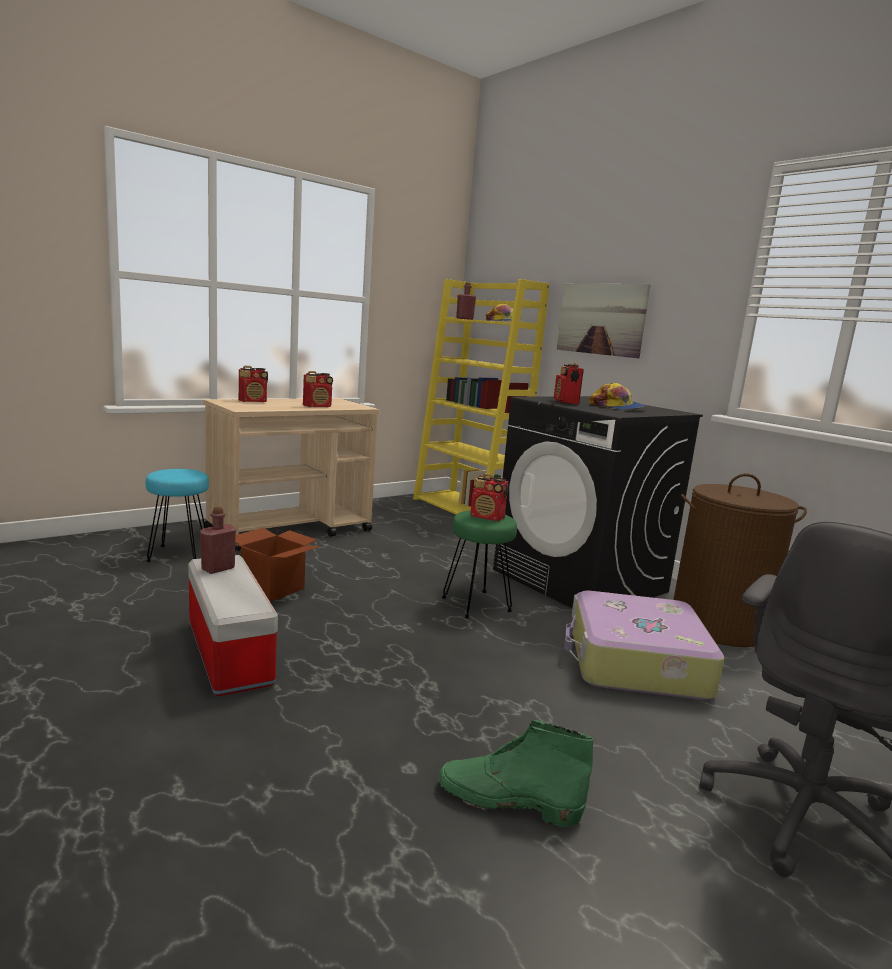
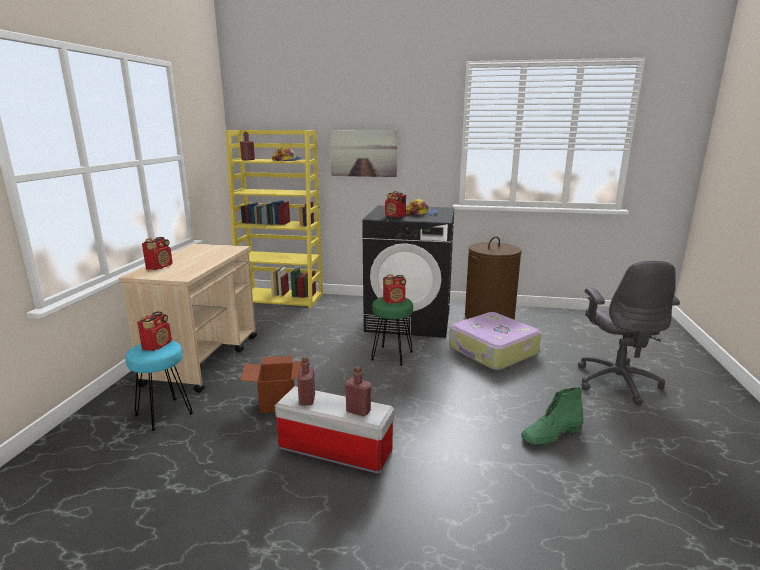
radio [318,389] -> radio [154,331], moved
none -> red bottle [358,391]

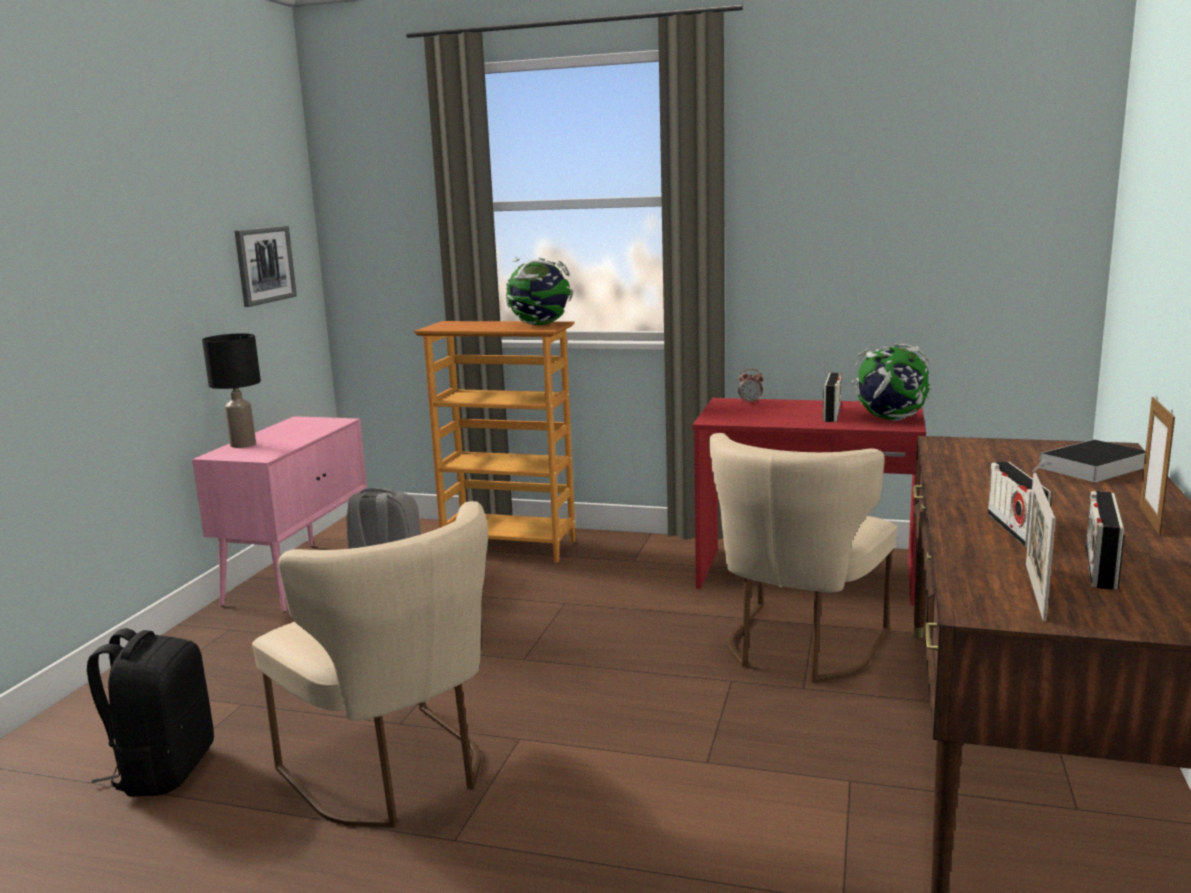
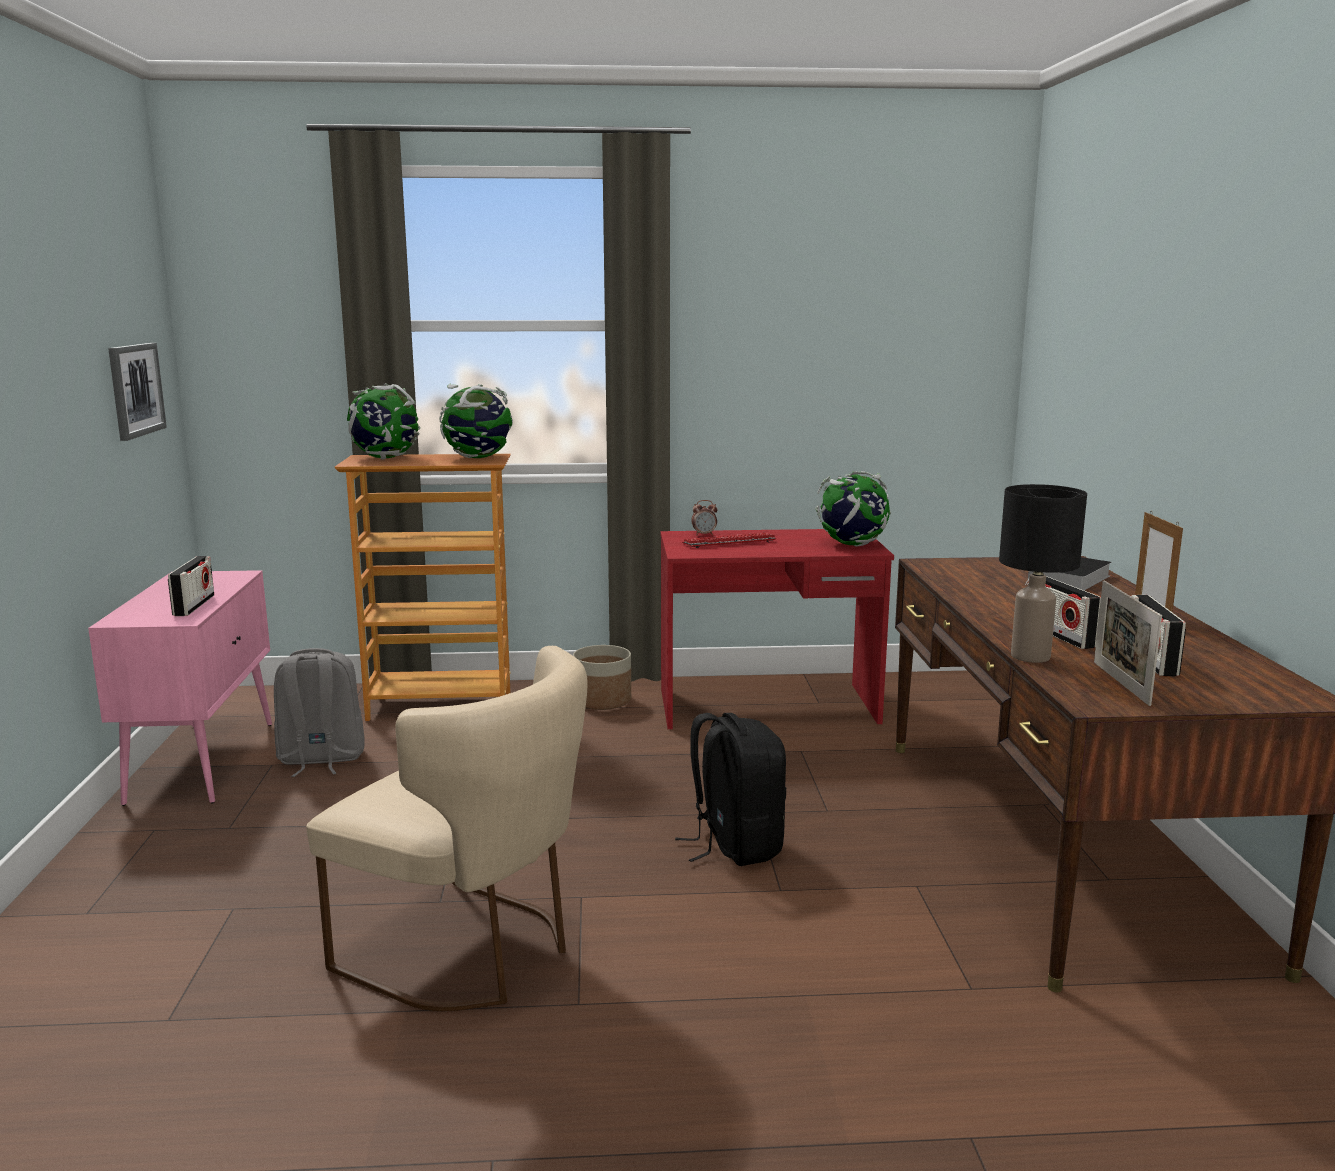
black table lamp [231,390] -> black table lamp [1043,573], moved
radio [832,397] -> radio [191,586], moved
beige chair [803,558] -> none
black backpack [150,712] -> black backpack [730,789], moved
none -> globe [383,421]
none -> keyboard [729,540]
none -> planter [602,677]

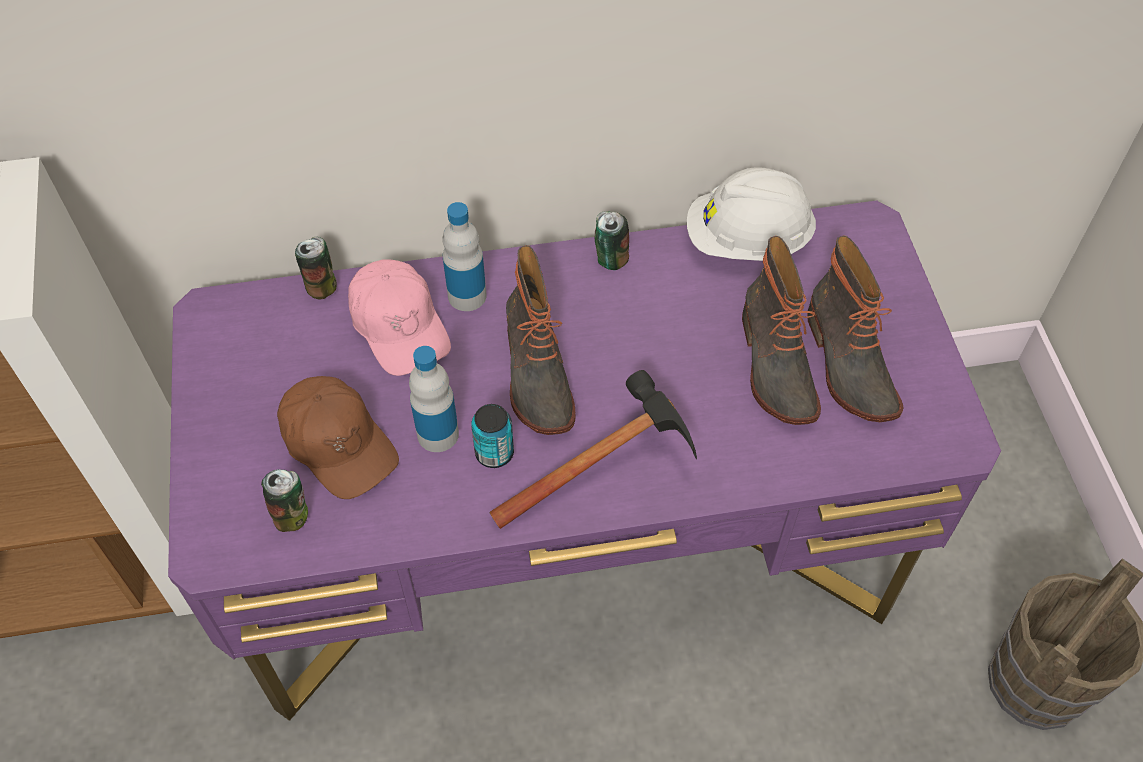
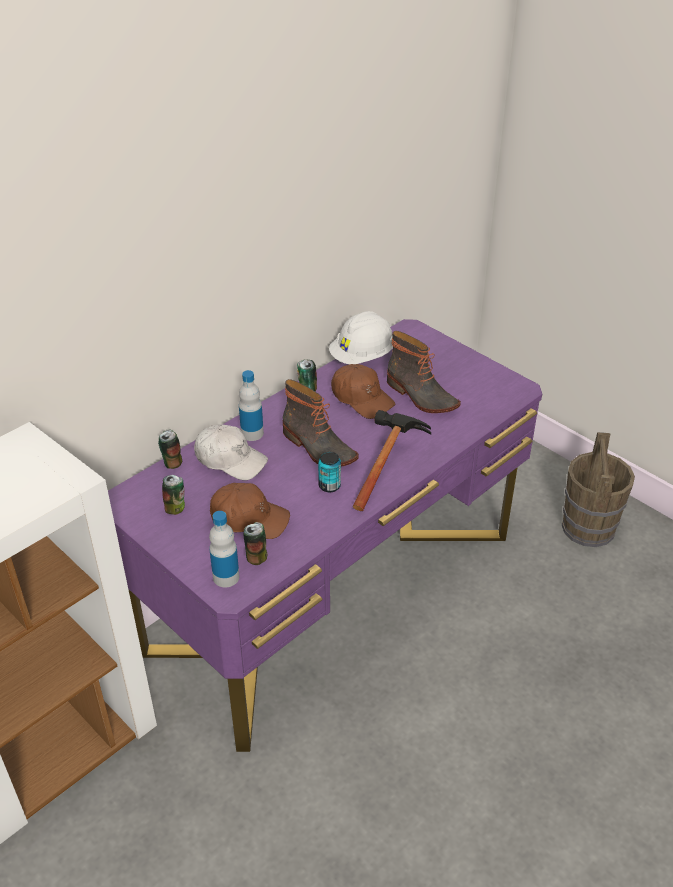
boot [855,329] -> none
pink cap [399,317] -> white cap [231,452]
bottle [434,399] -> bottle [224,549], moved
none -> brown cap [363,391]
none -> can [173,495]

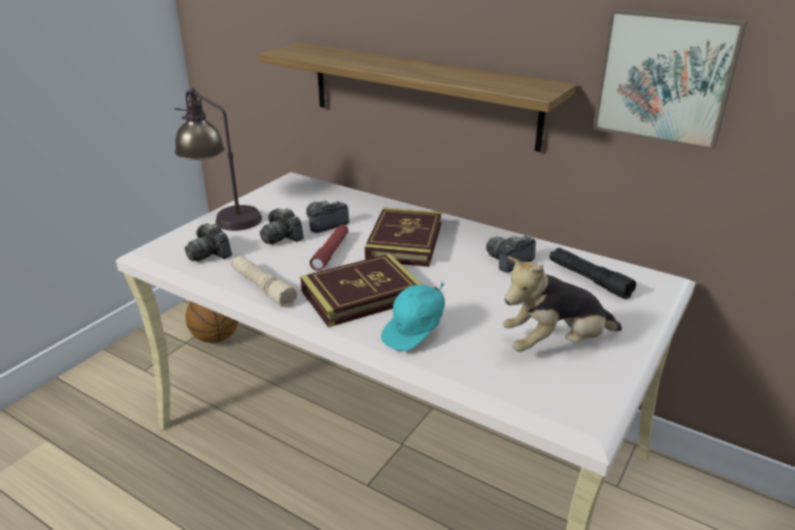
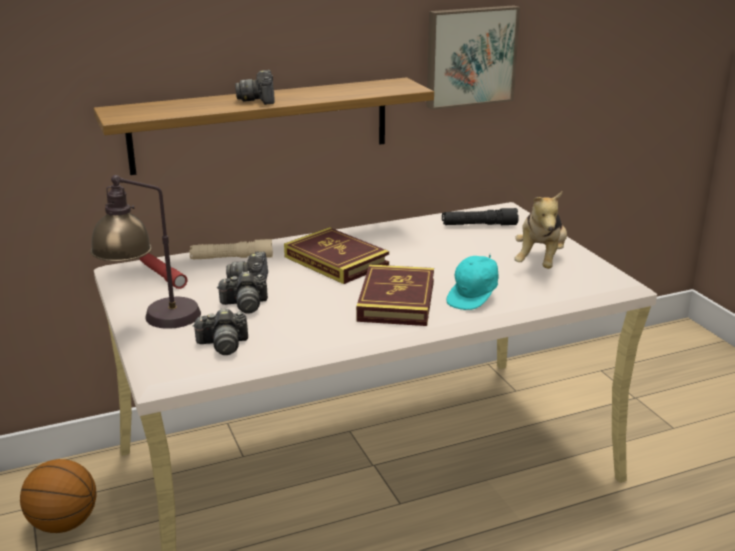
red flashlight [329,247] -> red flashlight [163,271], moved
photo camera [511,254] -> photo camera [255,87], moved
beige flashlight [264,281] -> beige flashlight [231,249], moved
turquoise cap [413,316] -> turquoise cap [472,282], 45 degrees clockwise

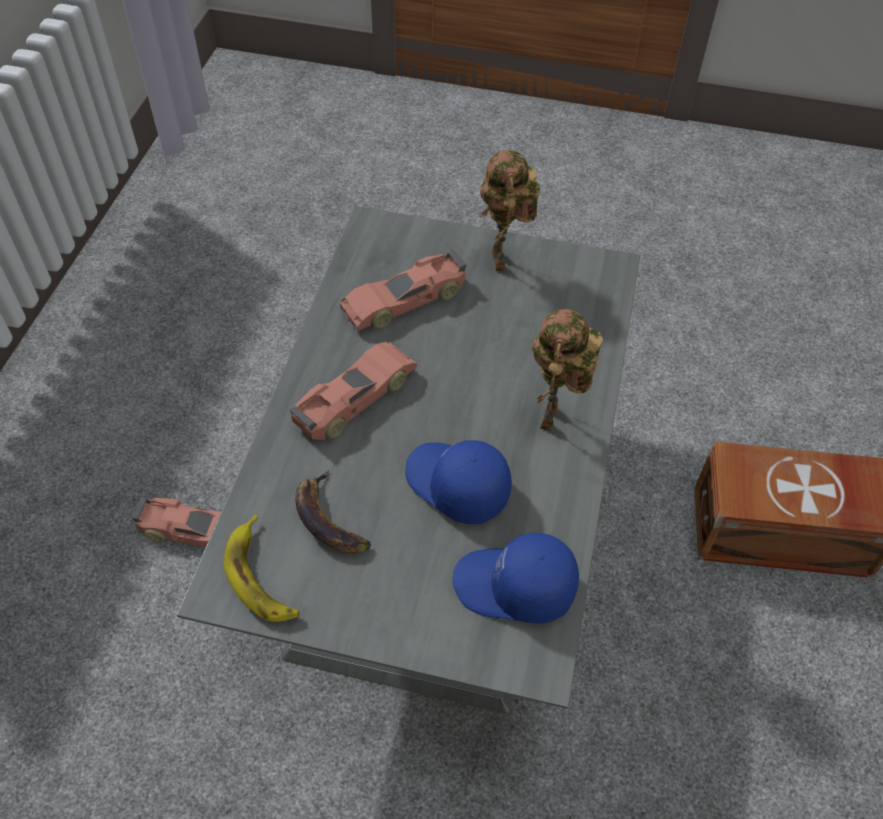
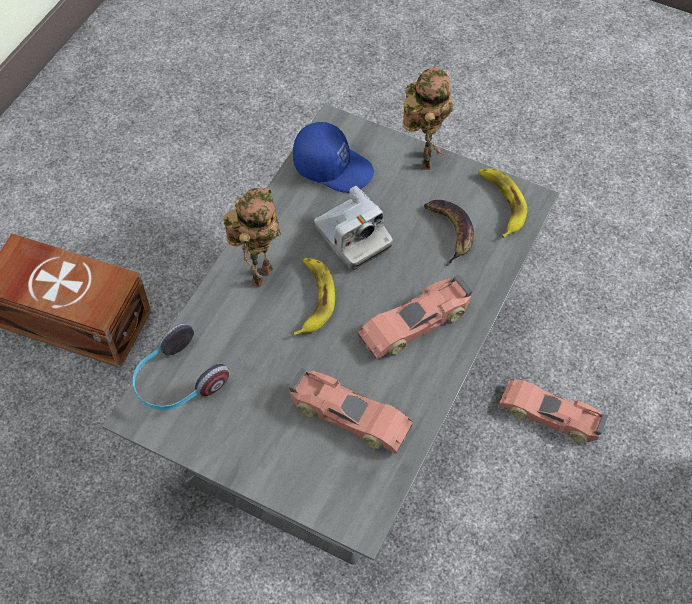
toy robot [510,210] -> toy robot [427,118], moved
toy car [403,290] -> toy car [351,411], 45 degrees clockwise
blue cap [458,482] -> photo camera [353,228]
none -> banana [314,296]
none -> headphones [181,367]

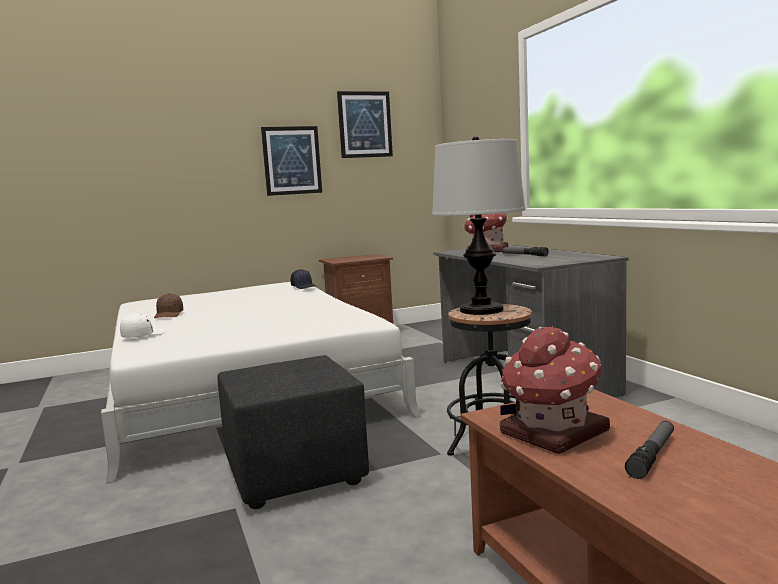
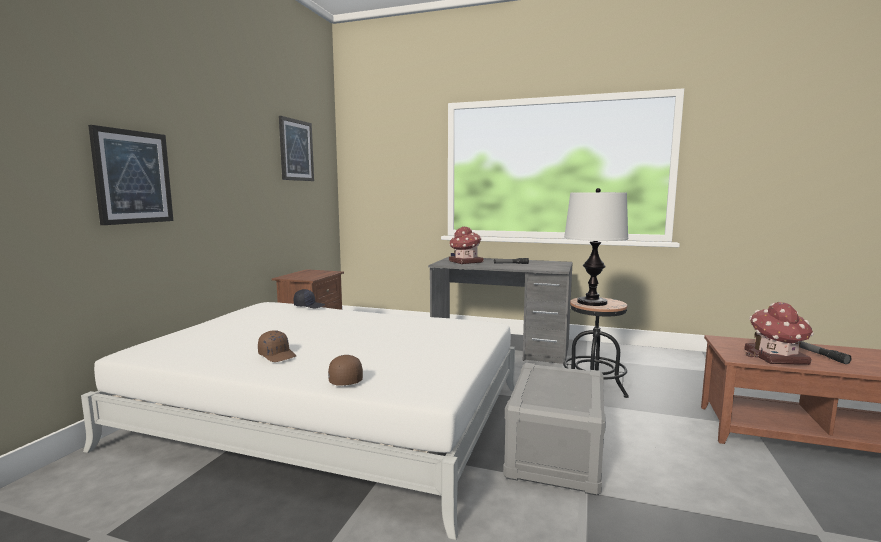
picture [291,161] -> picture [130,175], moved
white cap [142,325] -> brown cap [345,370]
black ottoman [293,432] -> grey storage box [554,429]

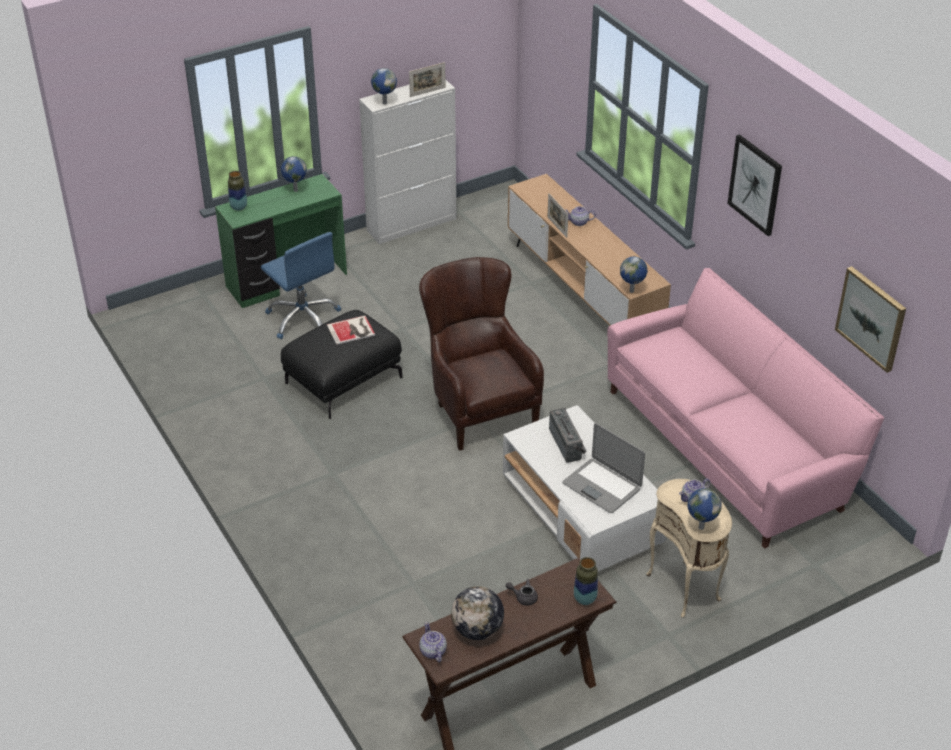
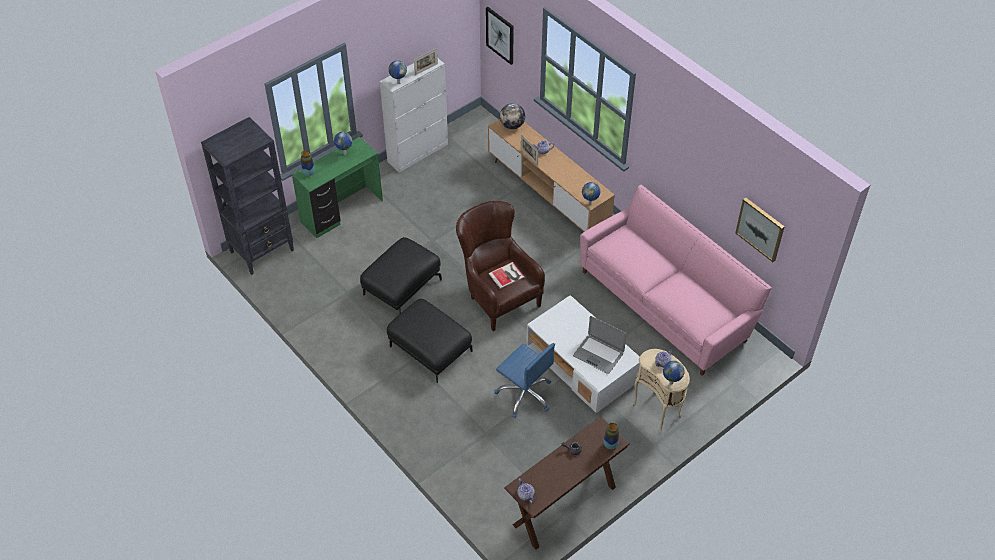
picture [754,185] -> picture [500,36], moved
blue office chair [301,285] -> blue office chair [524,380], moved
book [351,330] -> book [506,275], moved
radio [568,435] -> none
globe [477,613] -> globe [512,116], moved
none -> black bookcase [247,196]
none -> black ottoman [430,341]

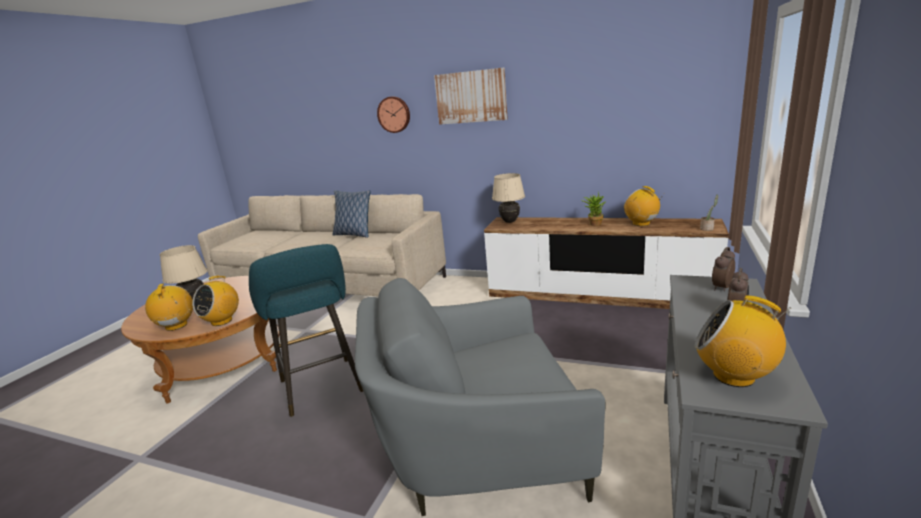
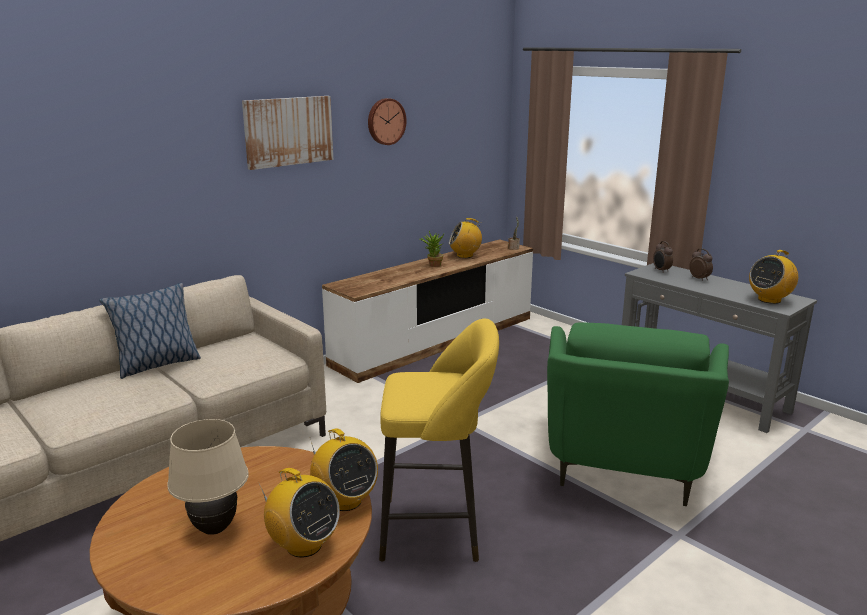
wall clock [393,114] -> wall clock [387,121], moved
beige table lamp [508,198] -> none
turquoise stool [306,330] -> yellow stool [439,440]
grey armchair [480,397] -> green armchair [638,414]
radio [169,307] -> radio [299,513], 150 degrees counterclockwise

